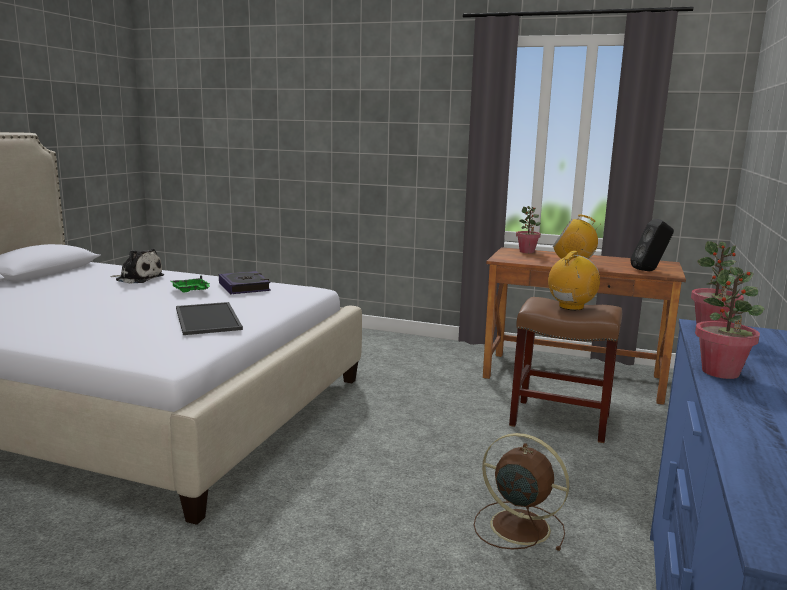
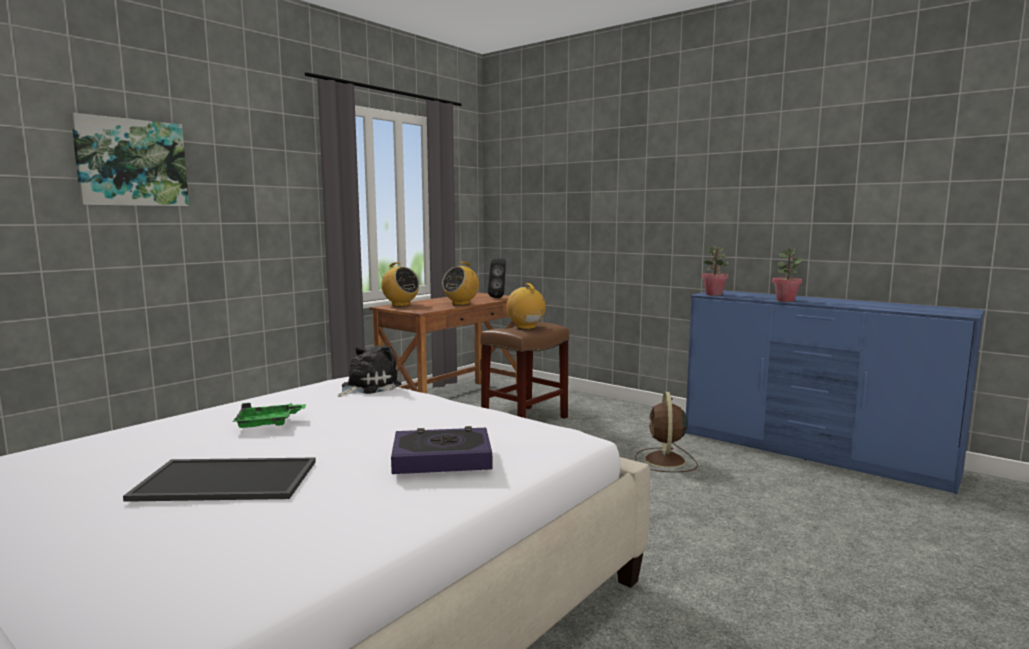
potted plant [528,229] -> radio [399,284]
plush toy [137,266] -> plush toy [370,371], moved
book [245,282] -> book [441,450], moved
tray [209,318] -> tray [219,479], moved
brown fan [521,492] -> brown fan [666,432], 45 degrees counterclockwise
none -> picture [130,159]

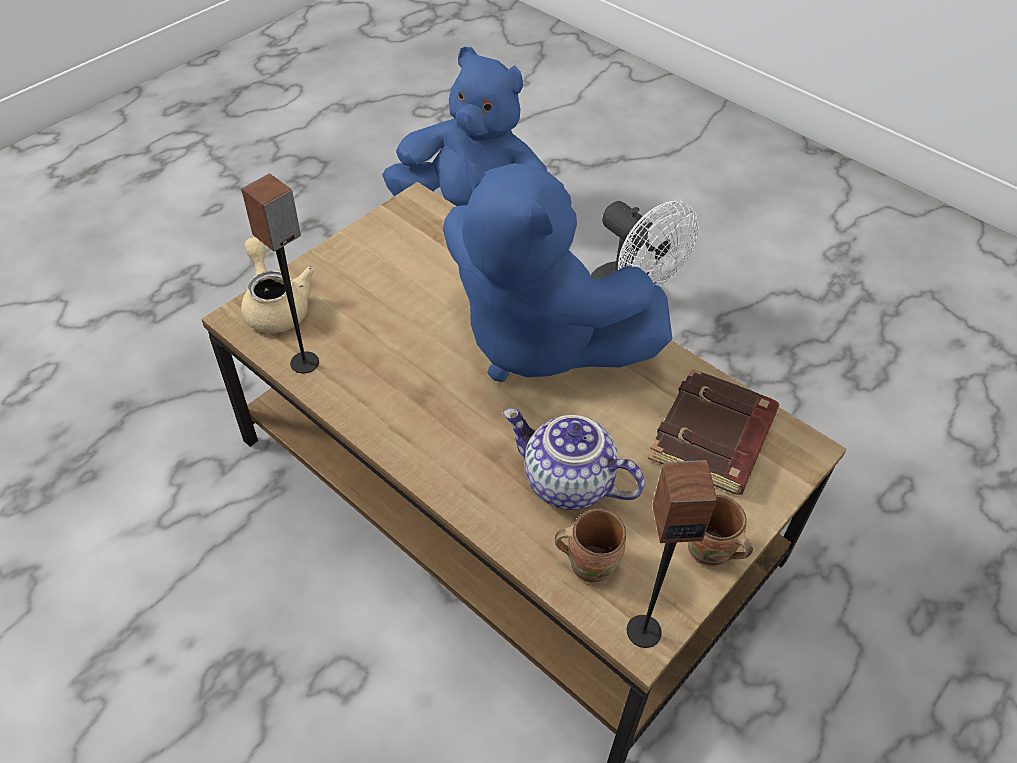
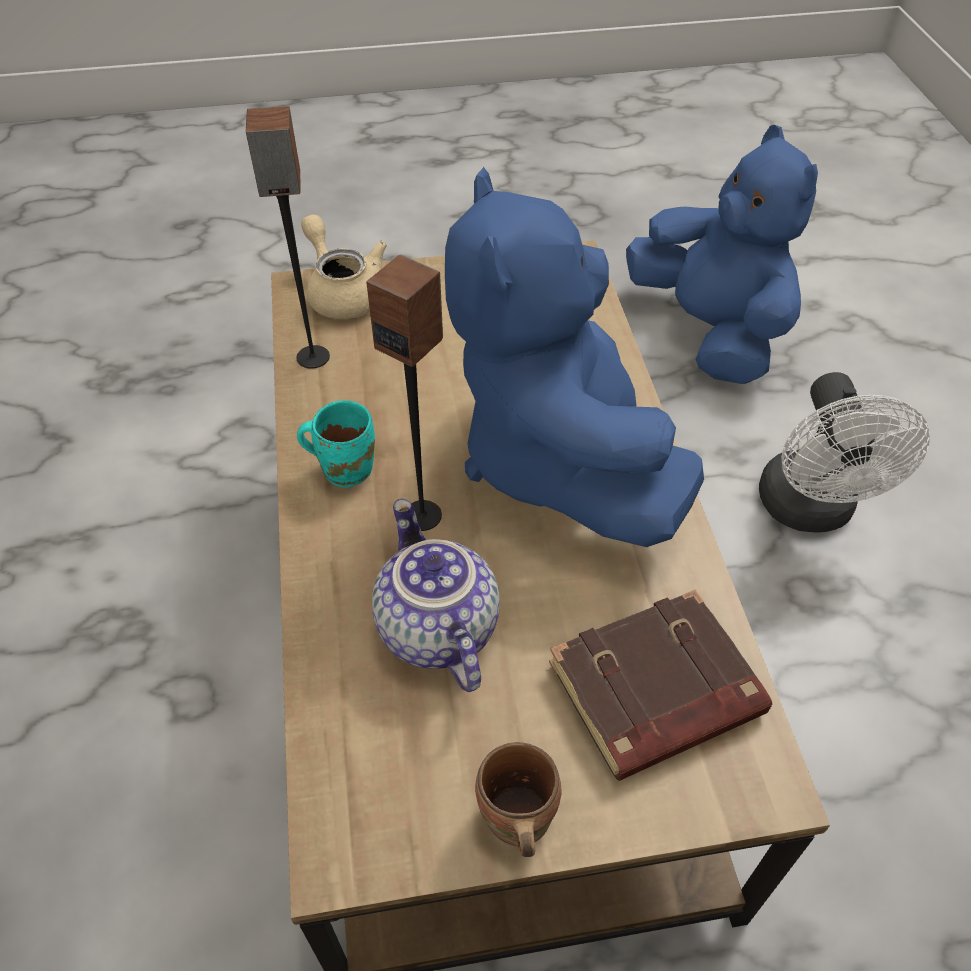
beige teapot [278,285] -> beige teapot [344,266], 45 degrees counterclockwise
speaker [672,554] -> speaker [404,392], moved
brown mug [590,546] -> none
none -> turquoise mug [336,444]

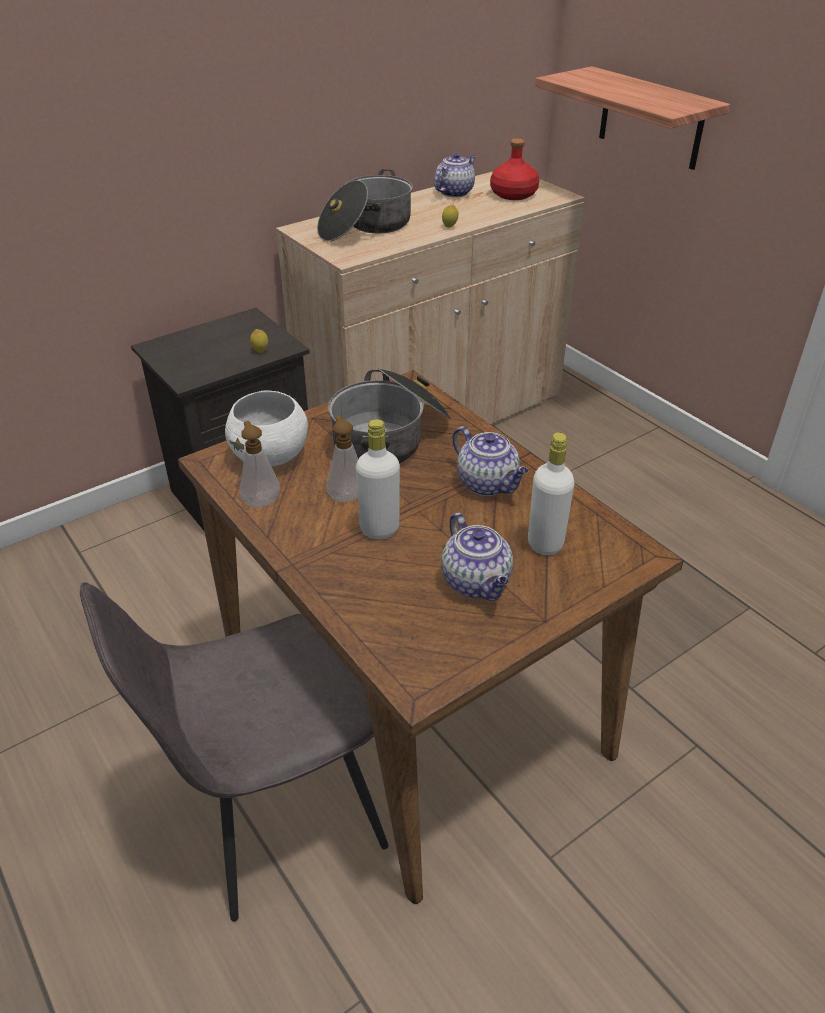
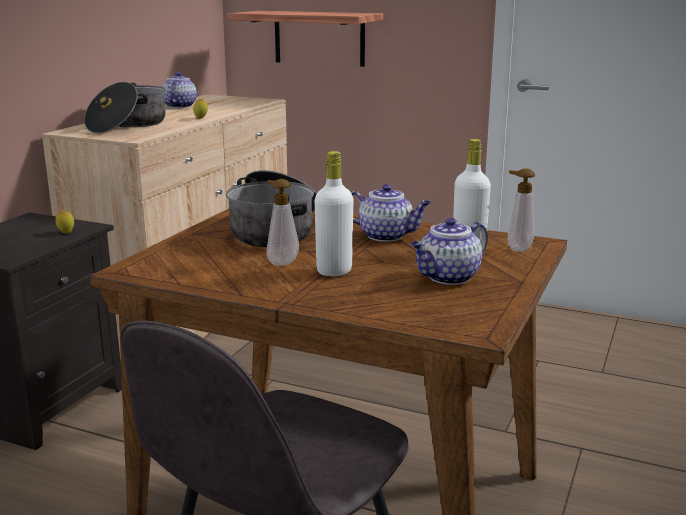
red bottle [514,169] -> none
white bowl [266,428] -> none
soap dispenser [260,464] -> soap dispenser [521,210], moved
teapot [477,557] -> teapot [449,251], 105 degrees clockwise

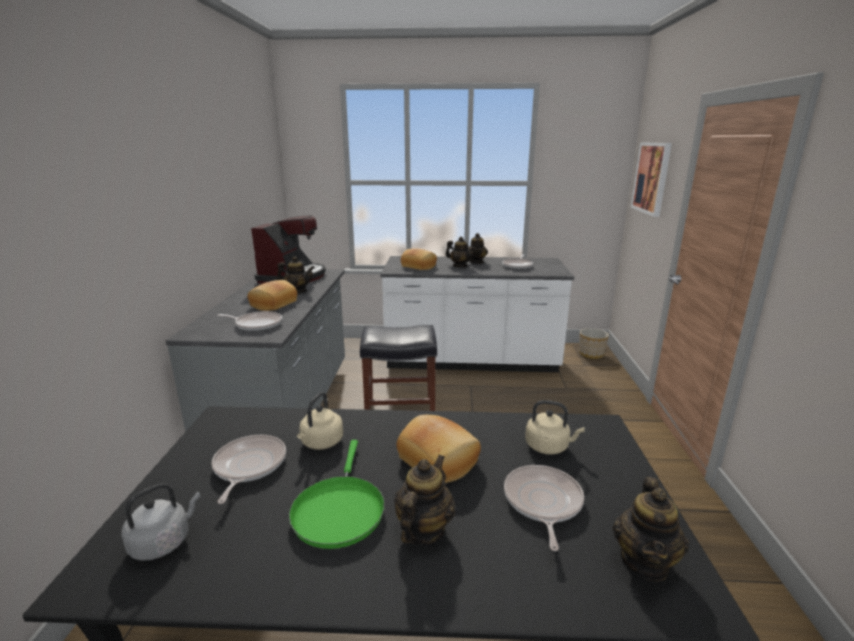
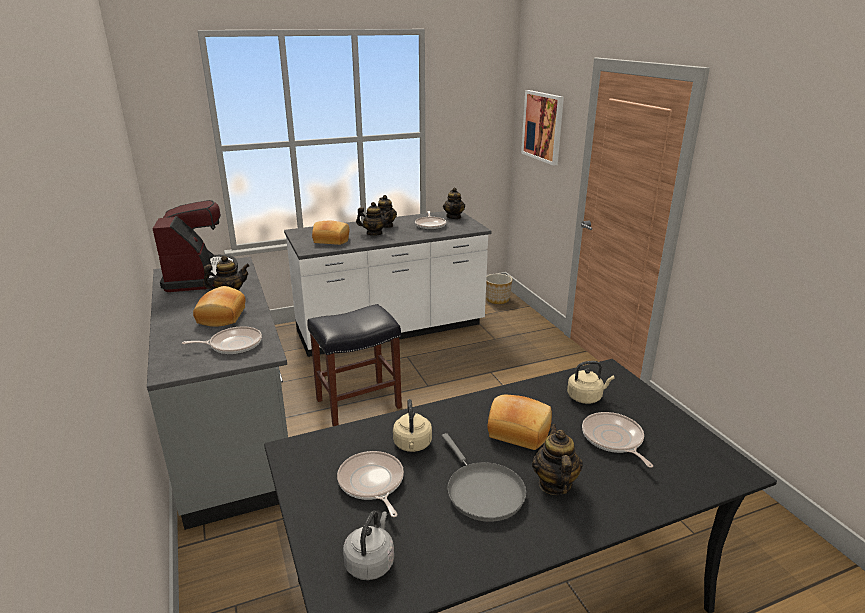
green frying pan [337,494] -> grey frying pan [484,477]
teapot [651,529] -> teapot [454,203], moved

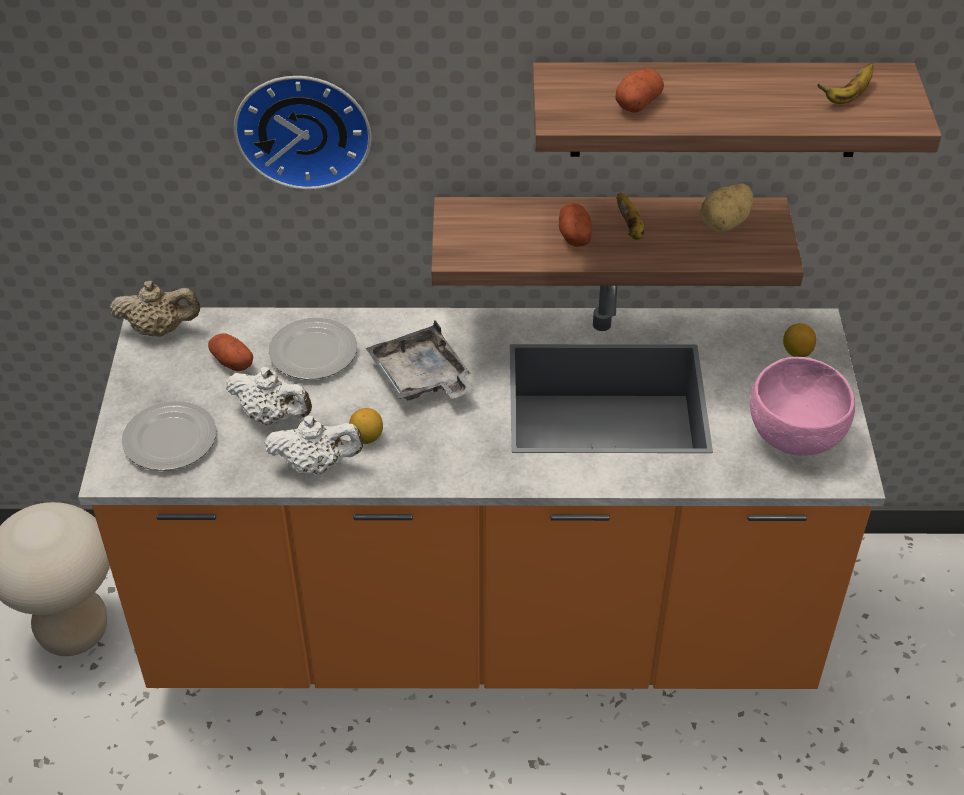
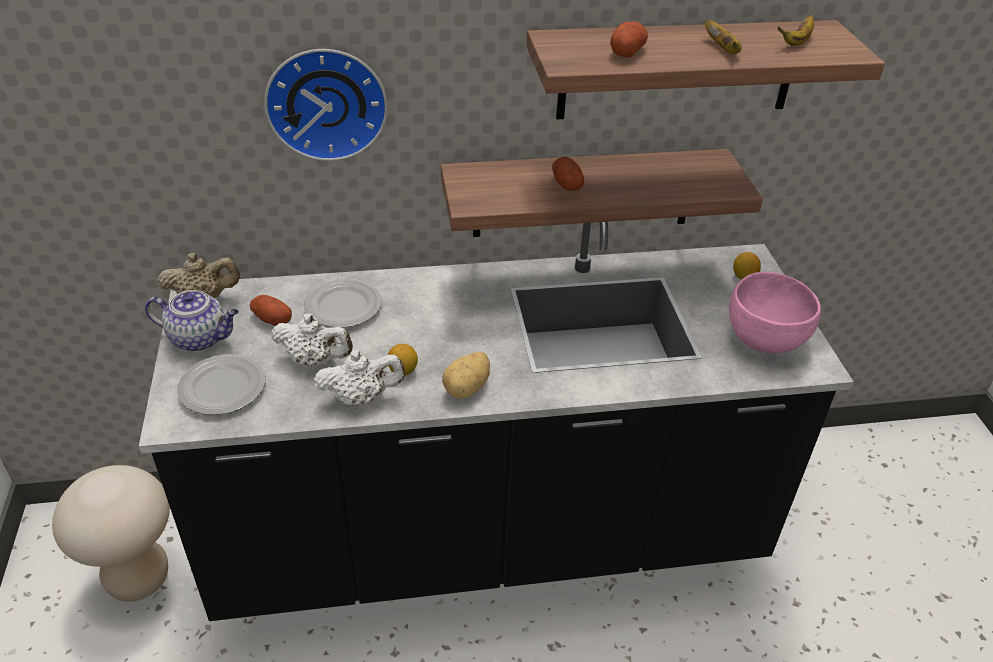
potato [726,208] -> potato [466,375], moved
banana [630,216] -> banana [723,37], moved
orange counter [482,487] -> black counter [496,421]
grey tray [420,360] -> none
none -> teapot [192,321]

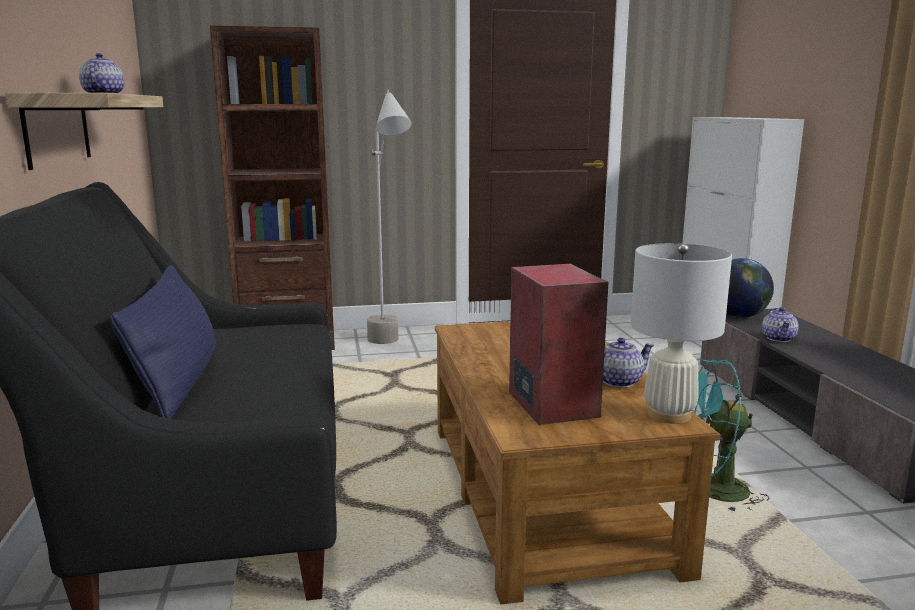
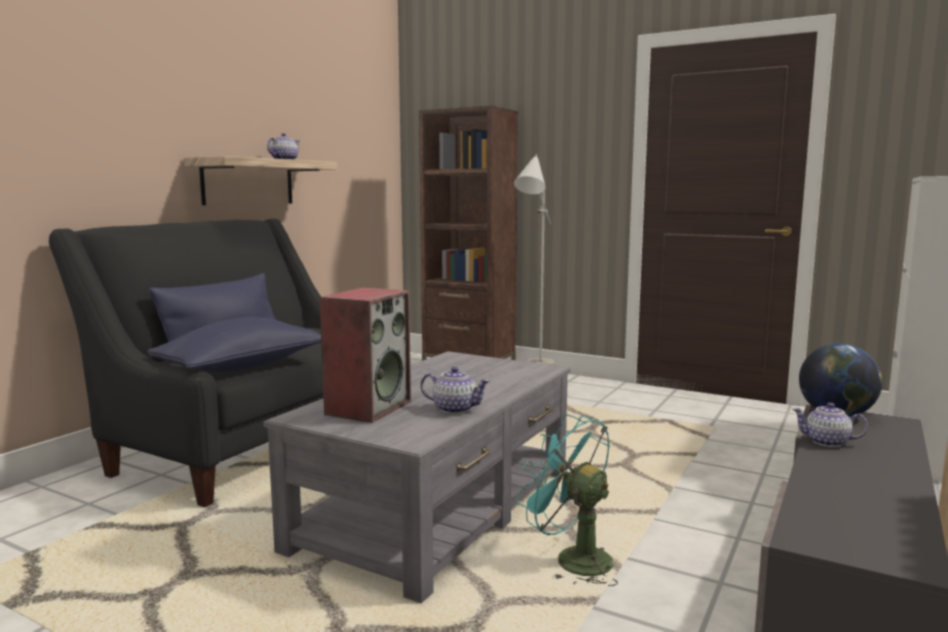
white table lamp [681,333] -> none
teapot [780,324] -> teapot [830,425], 60 degrees clockwise
brown coffee table [577,463] -> grey coffee table [417,477]
none -> blue pillow [234,344]

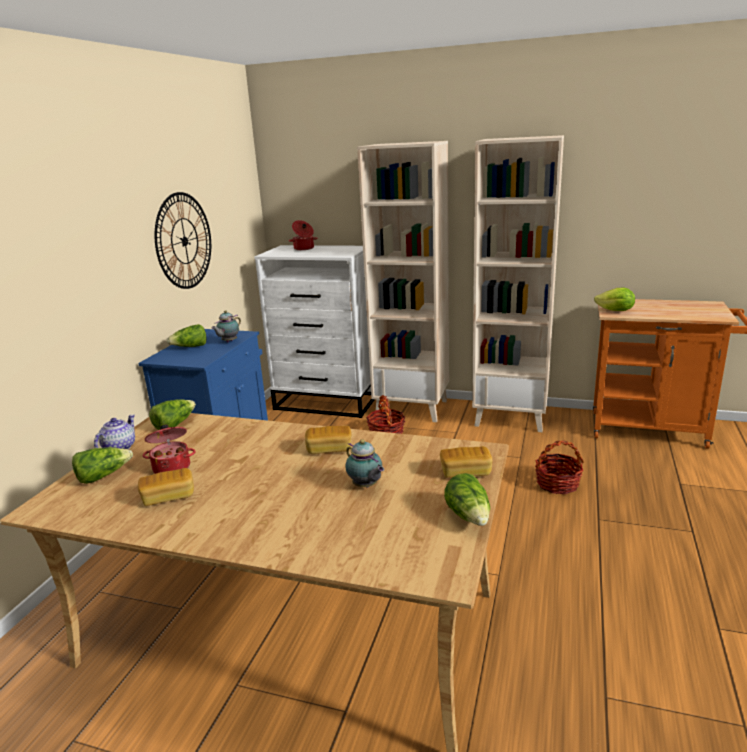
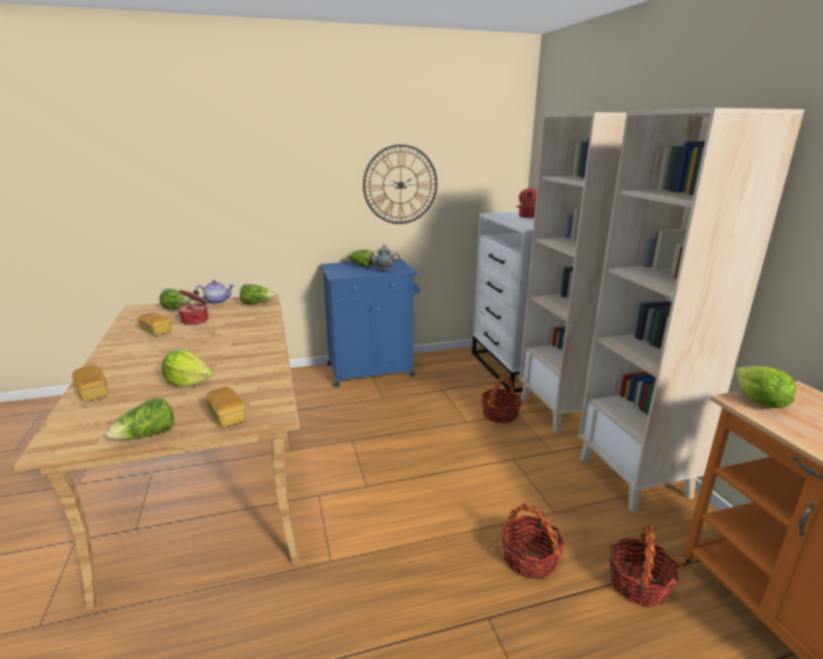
bread [328,440] -> bread [90,383], moved
teapot [364,463] -> lettuce [187,368]
none -> basket [644,566]

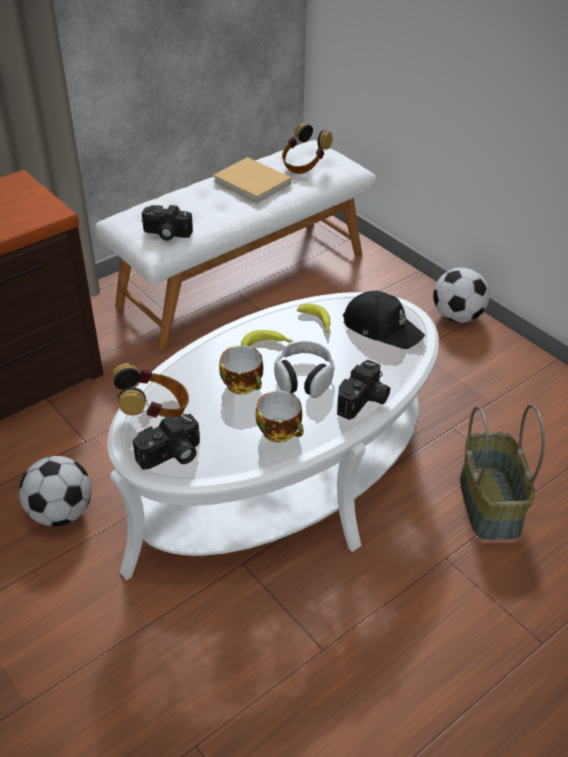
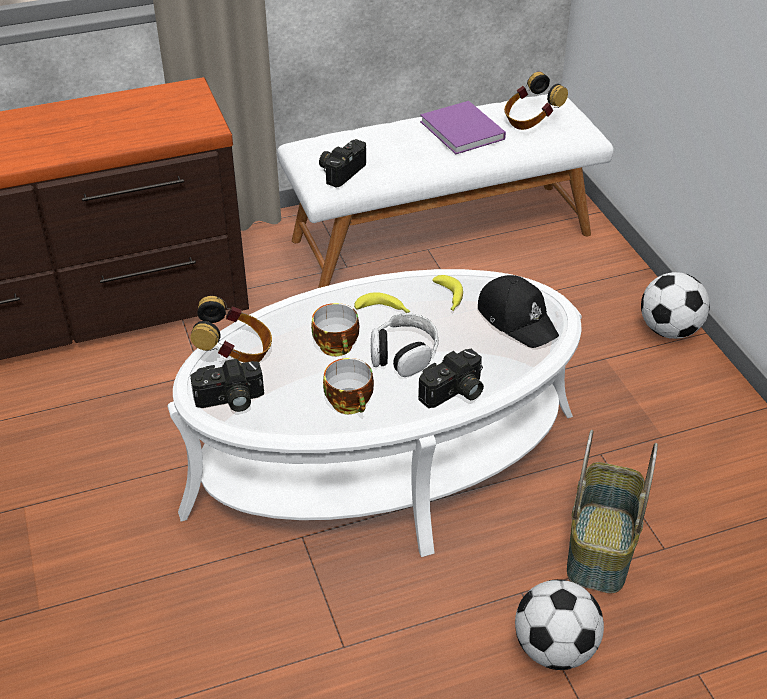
beige book [252,180] -> purple book [463,127]
photo camera [167,223] -> photo camera [342,163], 90 degrees clockwise
football [55,491] -> football [559,624], moved

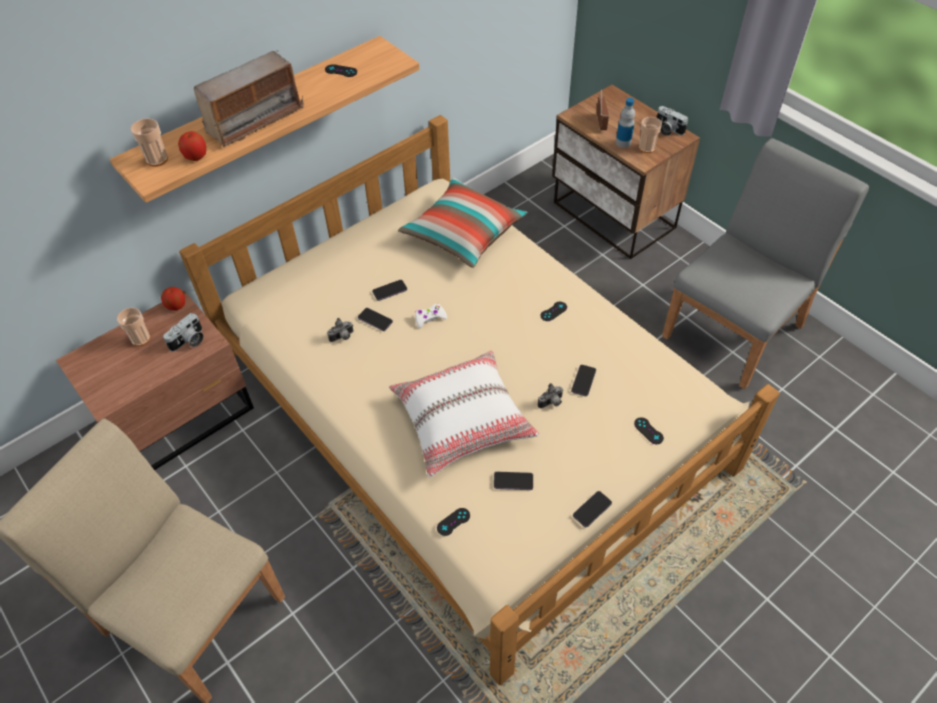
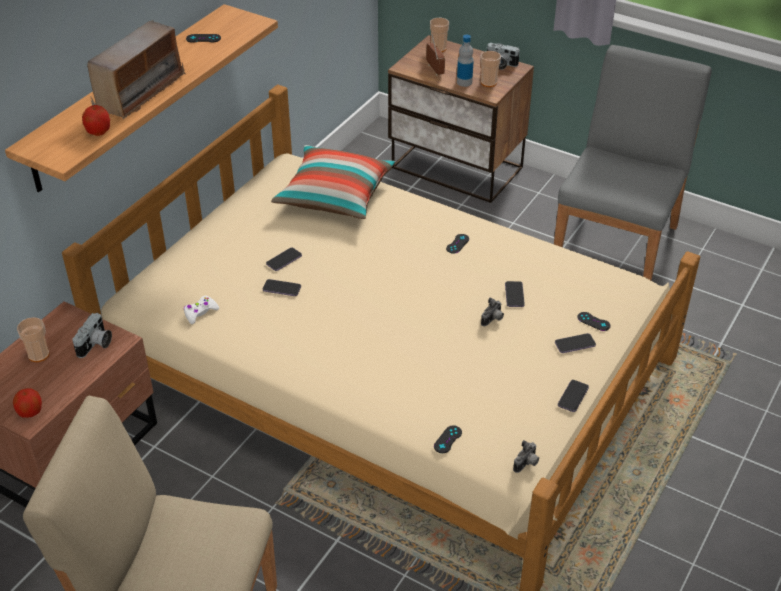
cup [149,142] -> cup [439,35], moved
apple [173,299] -> apple [27,403], moved
white game controller [431,316] -> white game controller [201,310], moved
photo camera [340,330] -> photo camera [526,456], moved
white pillow [464,414] -> none
phone [513,481] -> phone [575,343], moved

